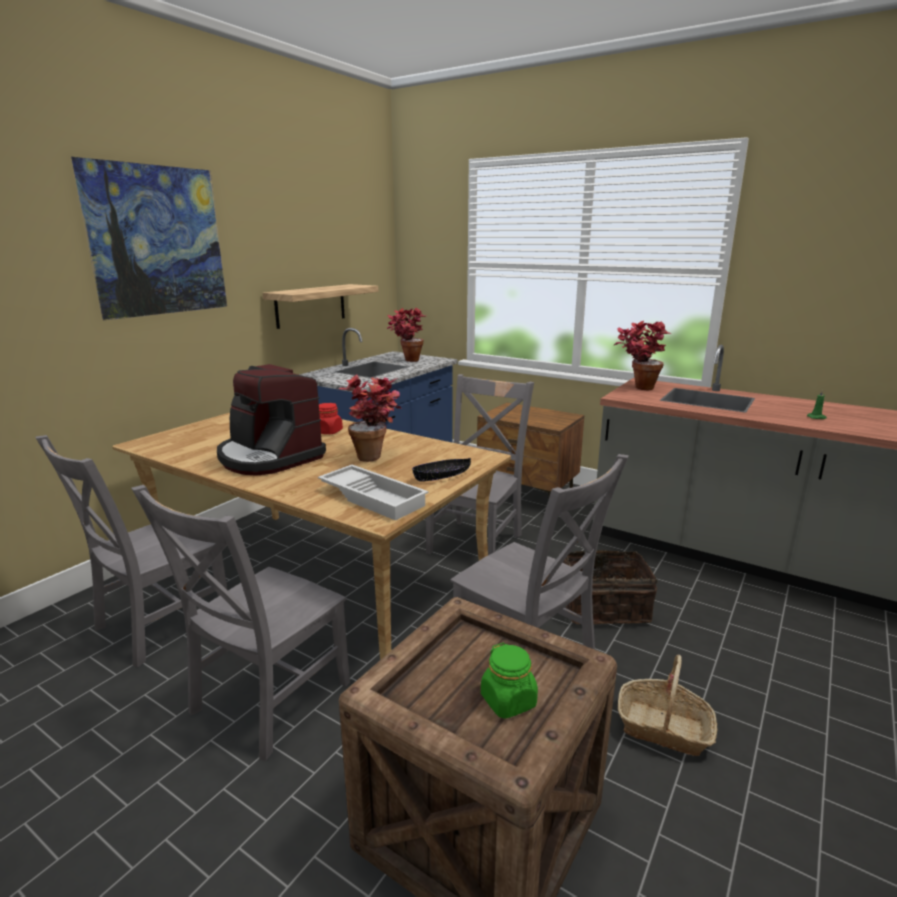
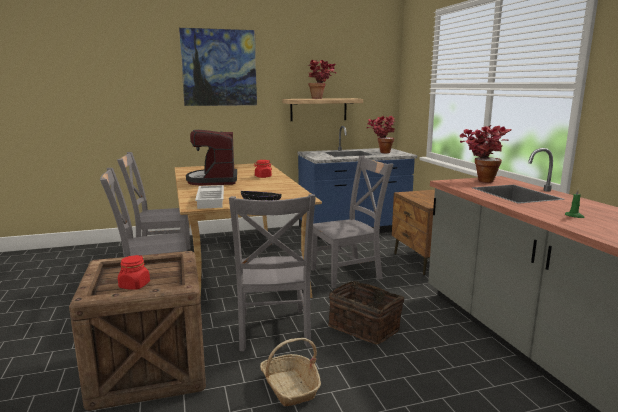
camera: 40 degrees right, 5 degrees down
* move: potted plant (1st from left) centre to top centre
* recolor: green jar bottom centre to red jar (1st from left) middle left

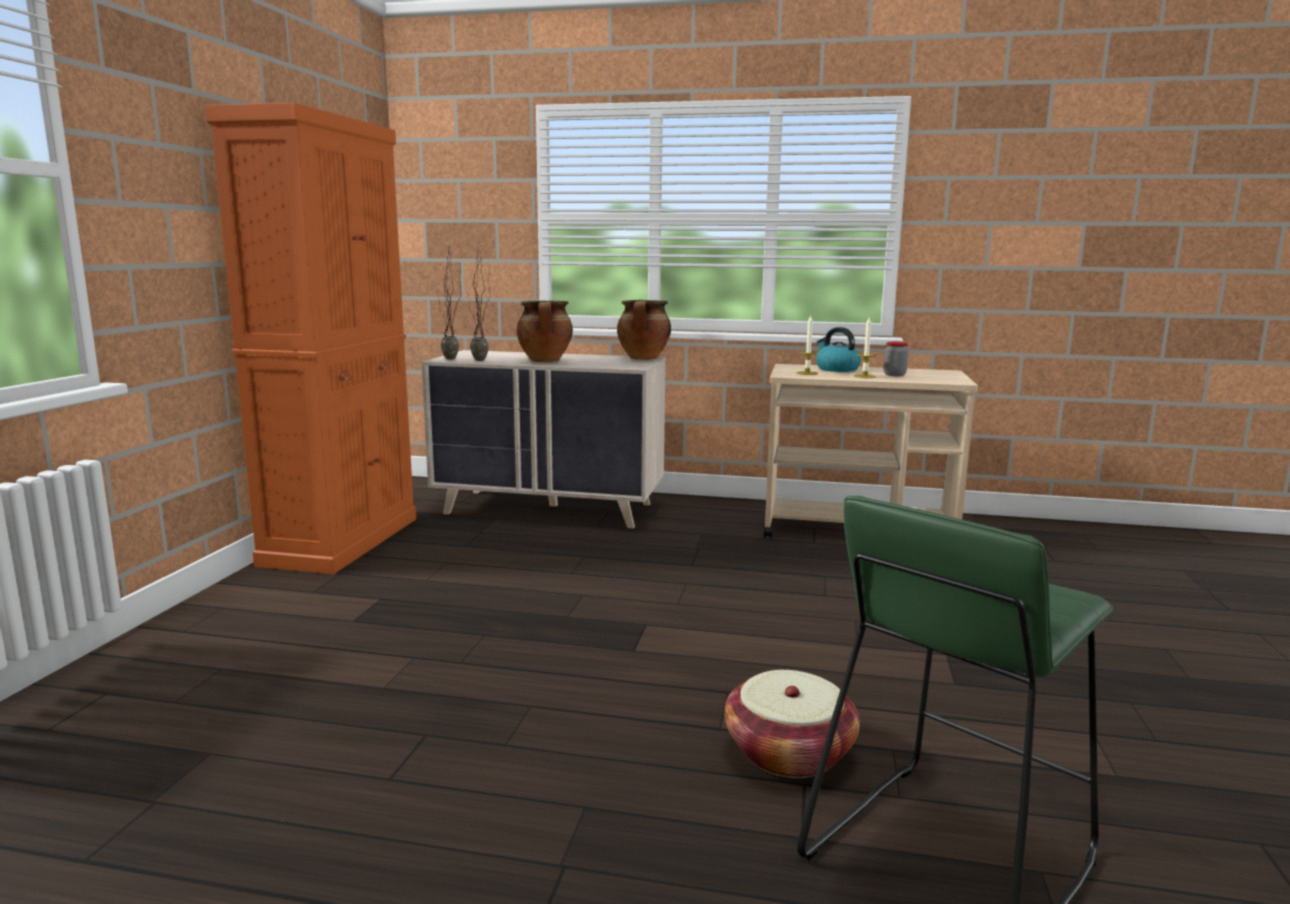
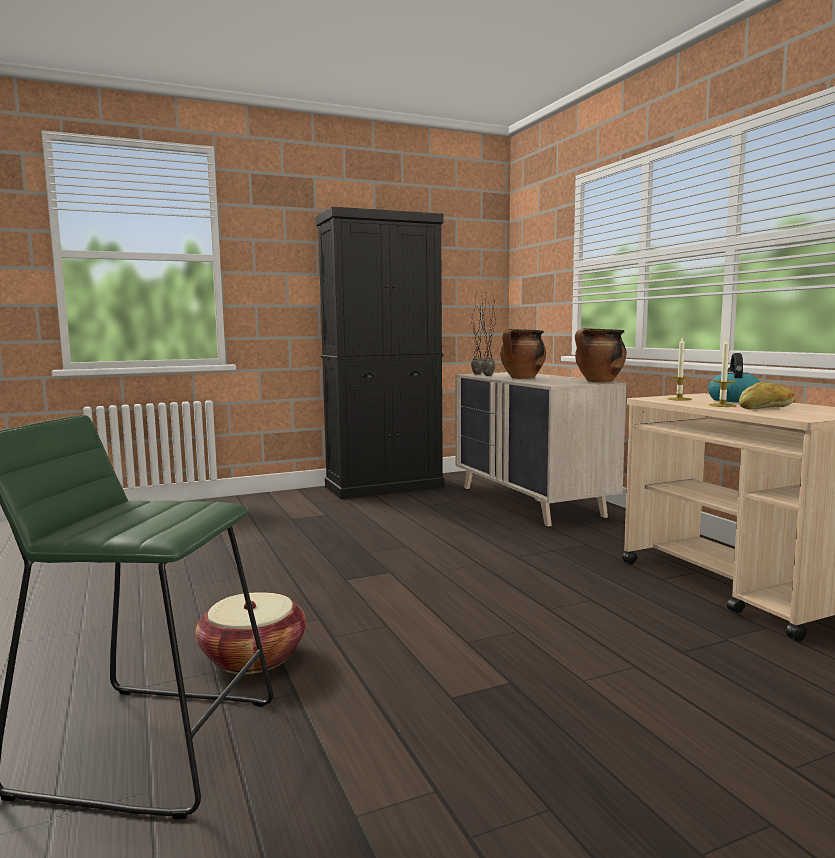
camera: 55 degrees right, 5 degrees down
* recolor: orange cabinet middle left to black cabinet centre
* replace: jar middle right to bread middle right

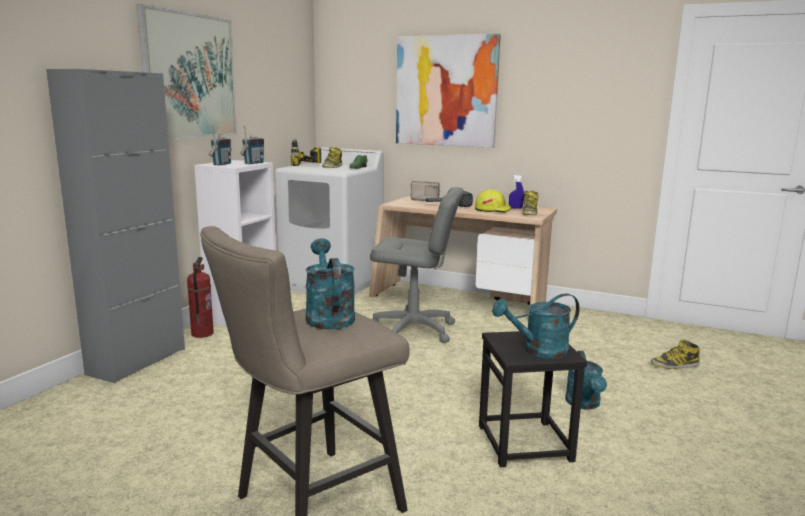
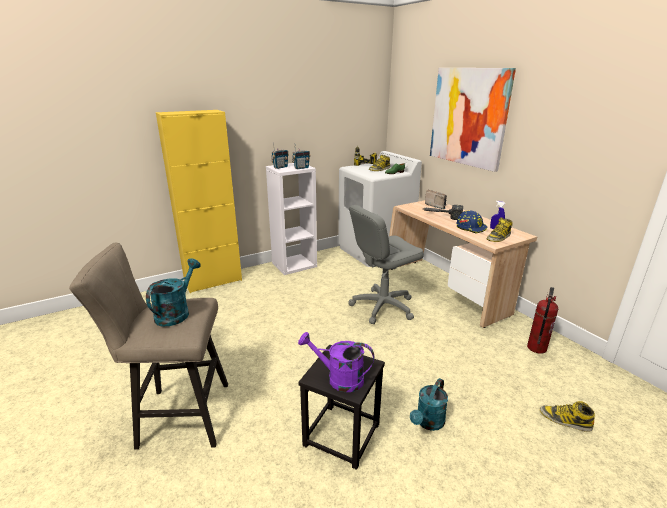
camera: 35 degrees right, 10 degrees up
* delete: picture (1st from left) top left
* recolor: grey cabinet middle left to yellow cabinet middle left
* rotate: grey office chair centre = centre 105 degrees clockwise
* recolor: yellow hard hat centre to blue hard hat middle right
* move: fire extinguisher middle left to middle right
* recolor: turquoise watering can (2nd from left) centre to purple watering can bottom centre

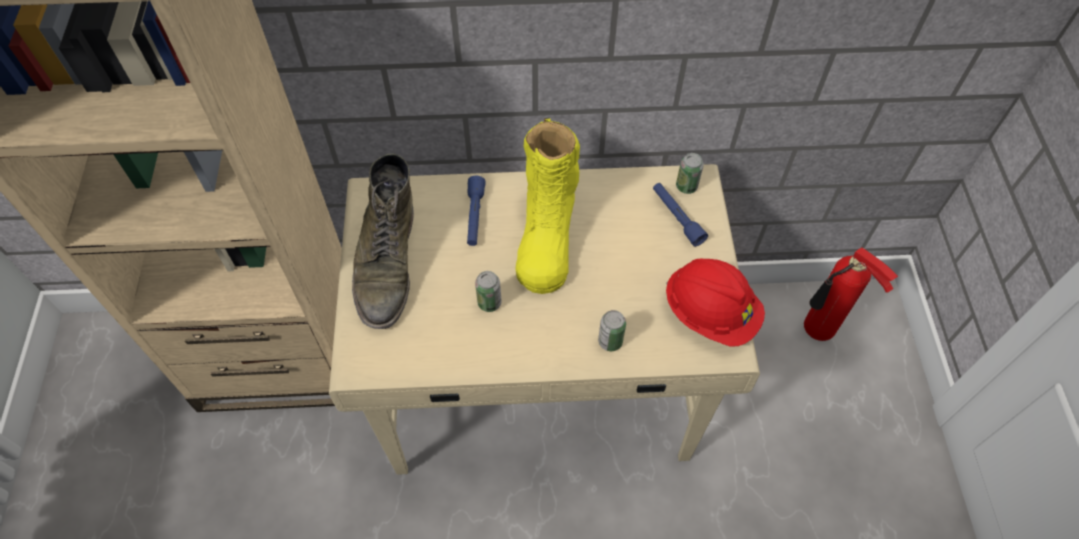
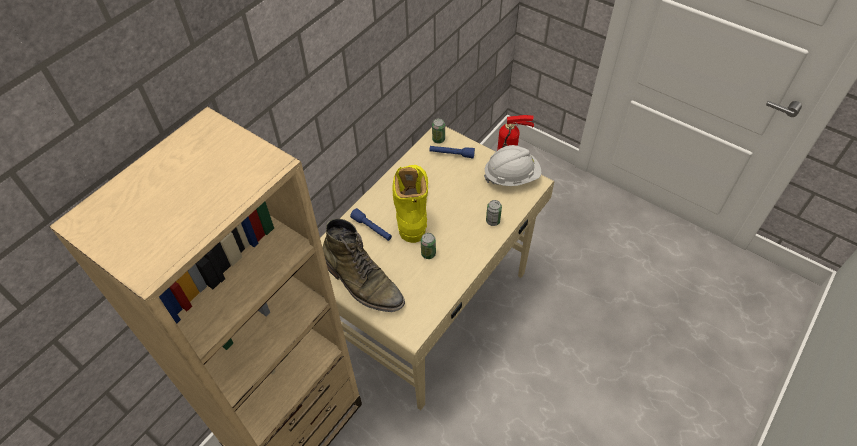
camera: 50 degrees left, 5 degrees down
* rotate: yellow boot centre = centre 135 degrees counterclockwise
* recolor: red hard hat centre to white hard hat centre

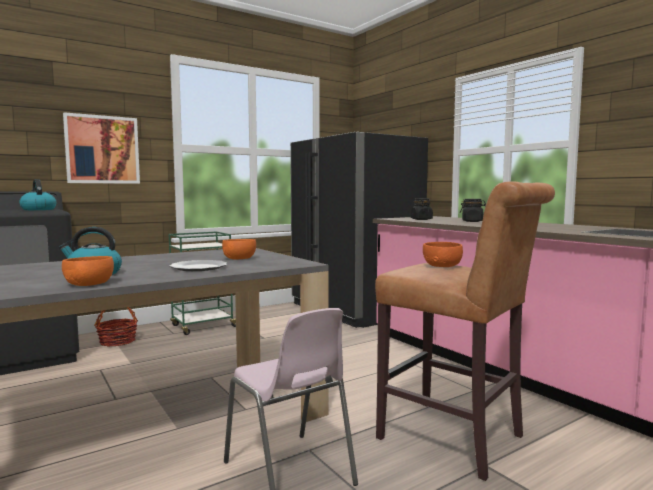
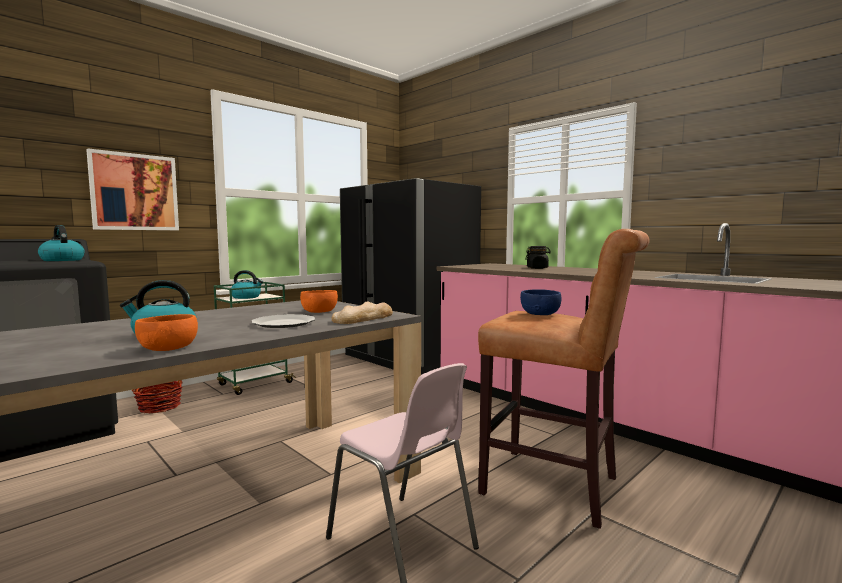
camera: 10 degrees left, 0 degrees up
* delete: black jar (1st from left) centre
* recolor: orange bowl (3rd from left) middle right to blue bowl centre
* insert: kettle (3rd from left) middle left
* insert: bread centre

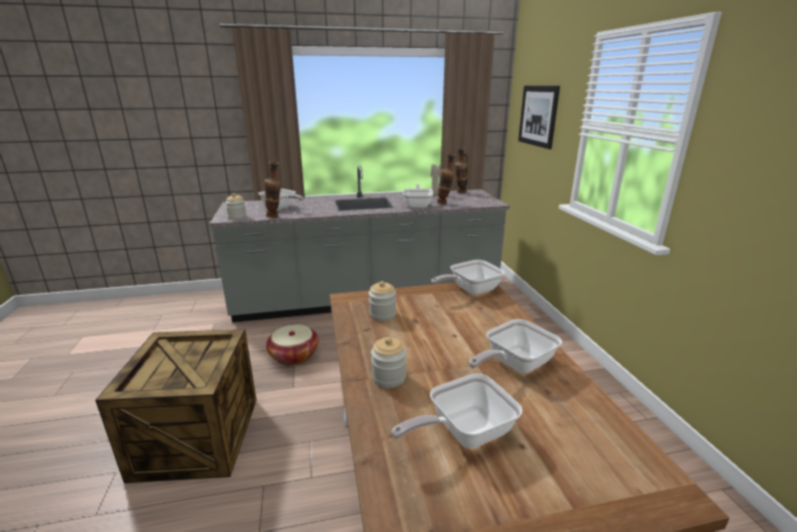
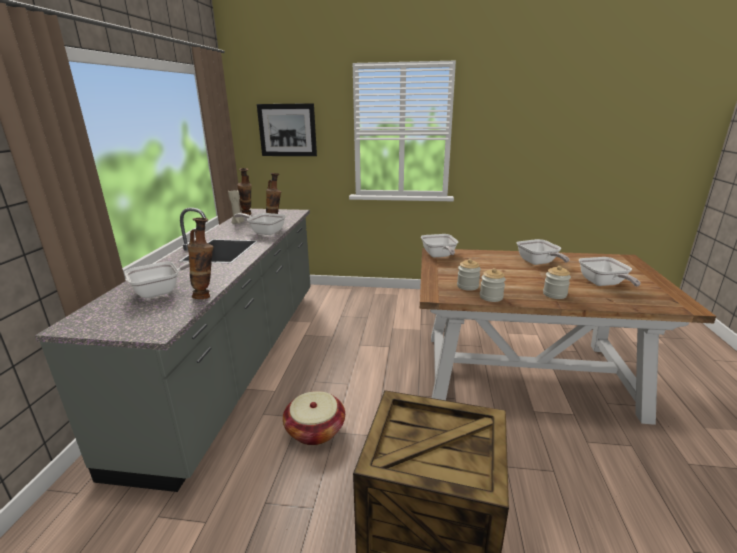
camera: 70 degrees left, 0 degrees up
* move: jar (1st from left in the first image) middle left to jar (2nd from left) middle right

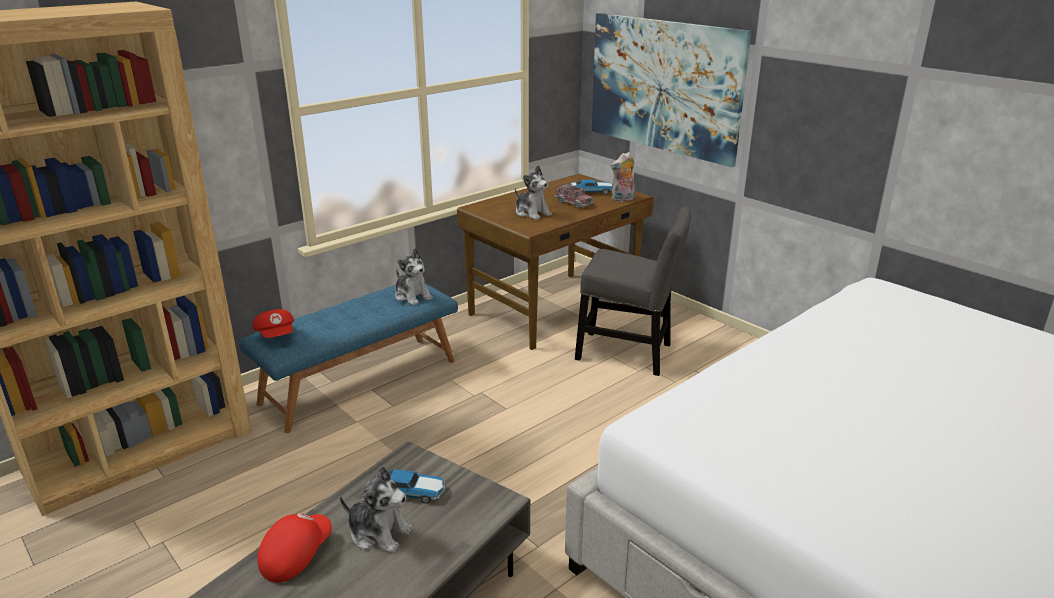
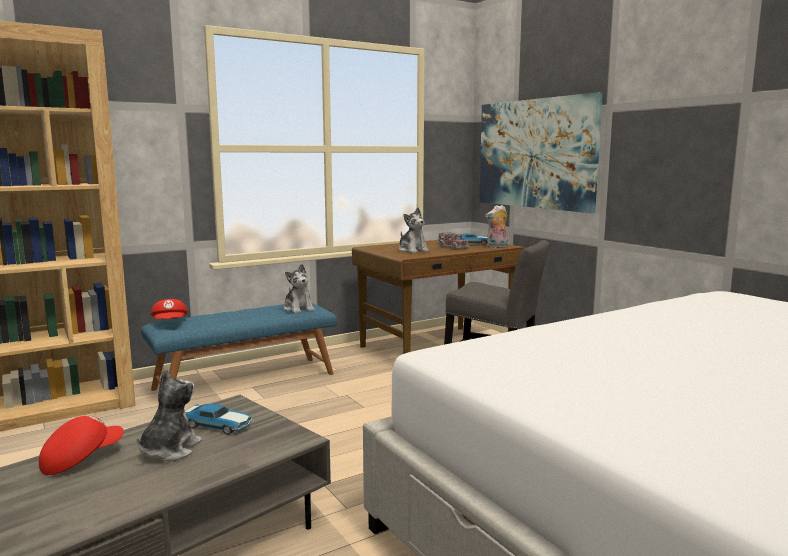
camera: 10 degrees right, 15 degrees down
* rotate: plush toy (1st from left) bottom centre = bottom left 105 degrees counterclockwise

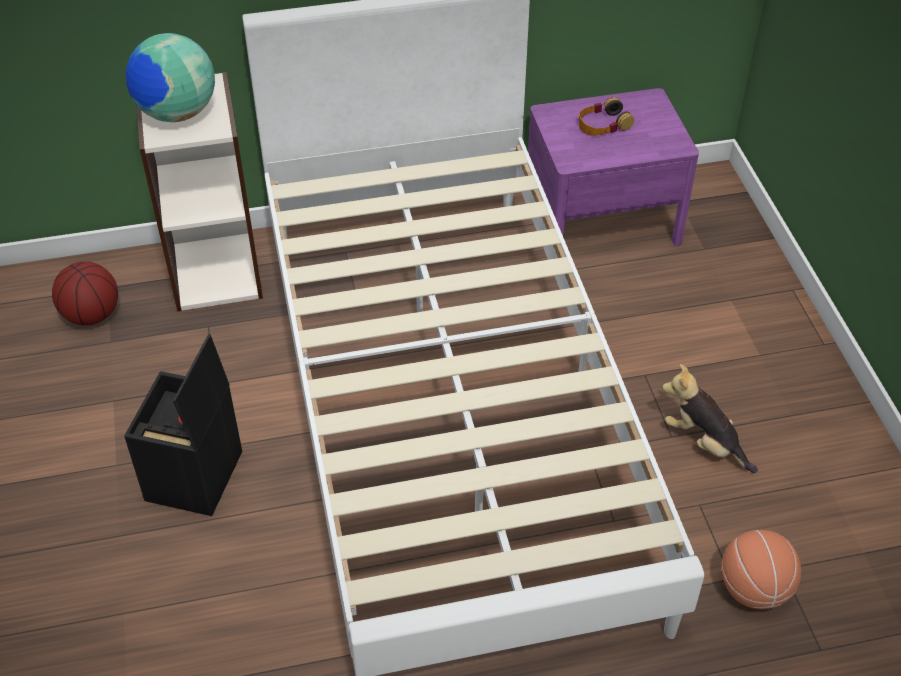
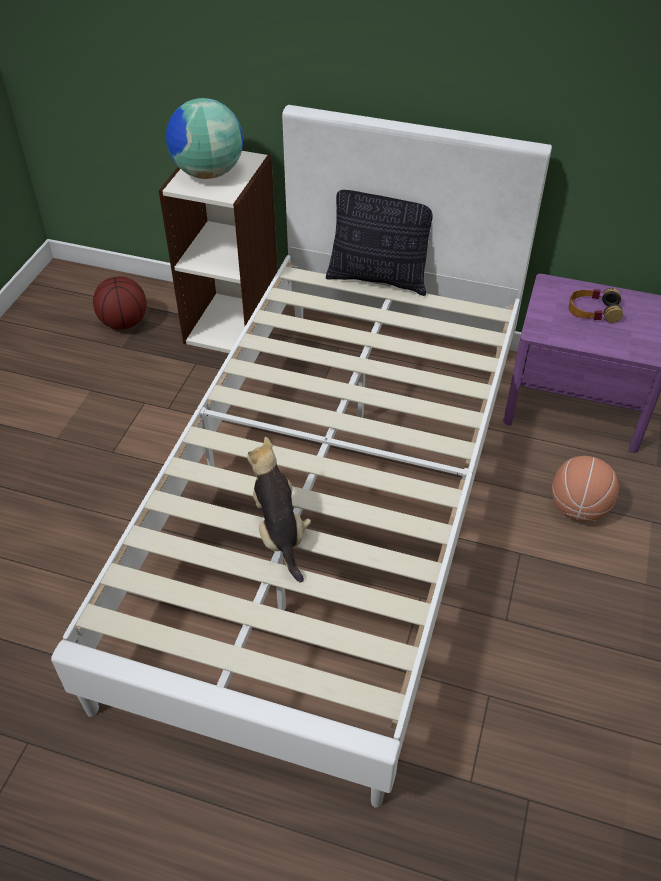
camera: 30 degrees right, 0 degrees up
* delete: black storage box middle left
* move: plush toy middle right to centre
* move: basketball (2nd from left) bottom right to middle right
* insert: pillow top centre

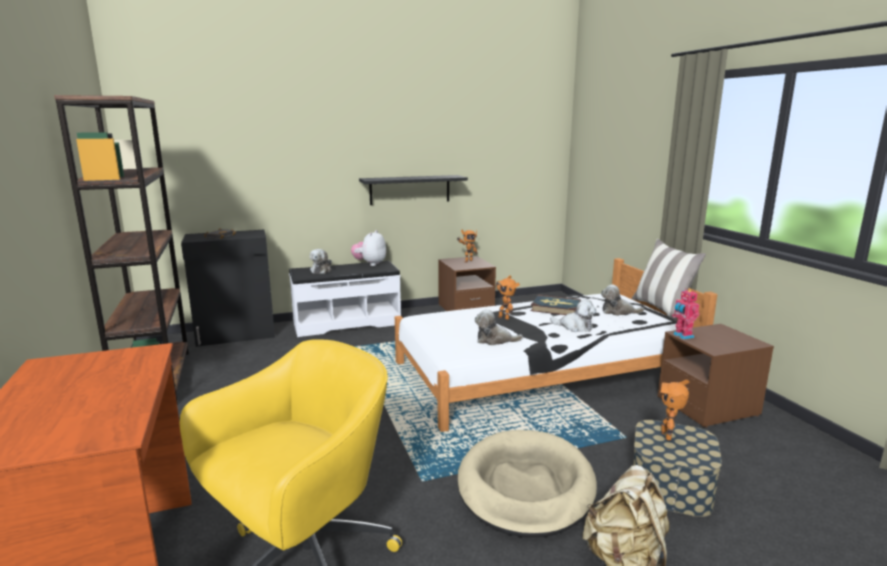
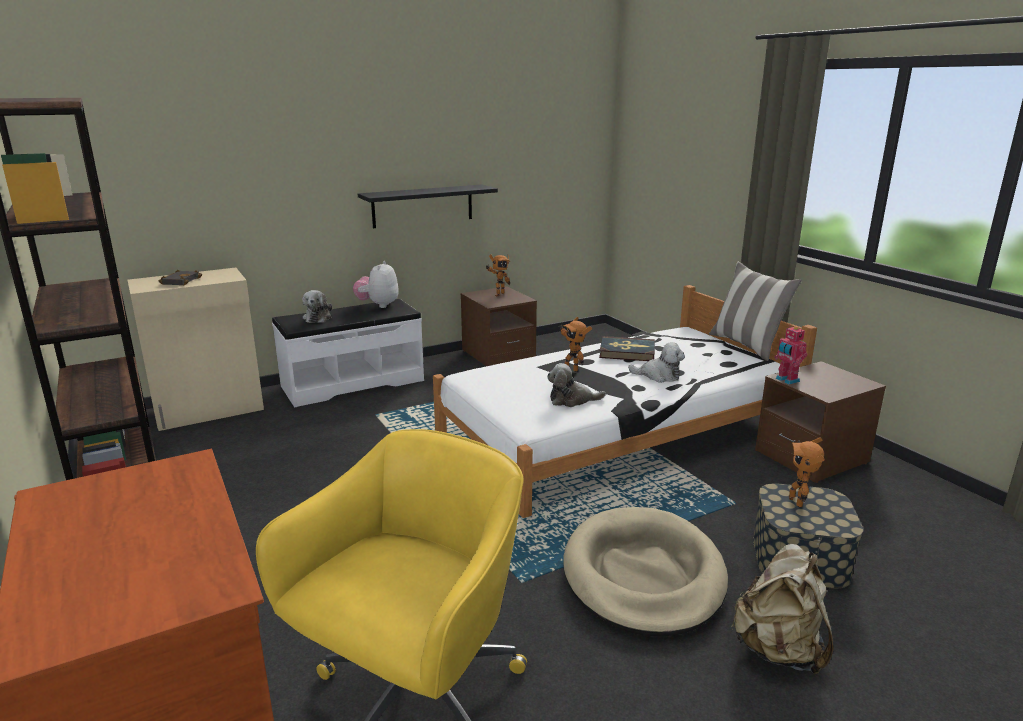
camera: 10 degrees left, 5 degrees up
* recolor: black cabinet middle left to beige cabinet middle left
* delete: plush toy (5th from left) middle right

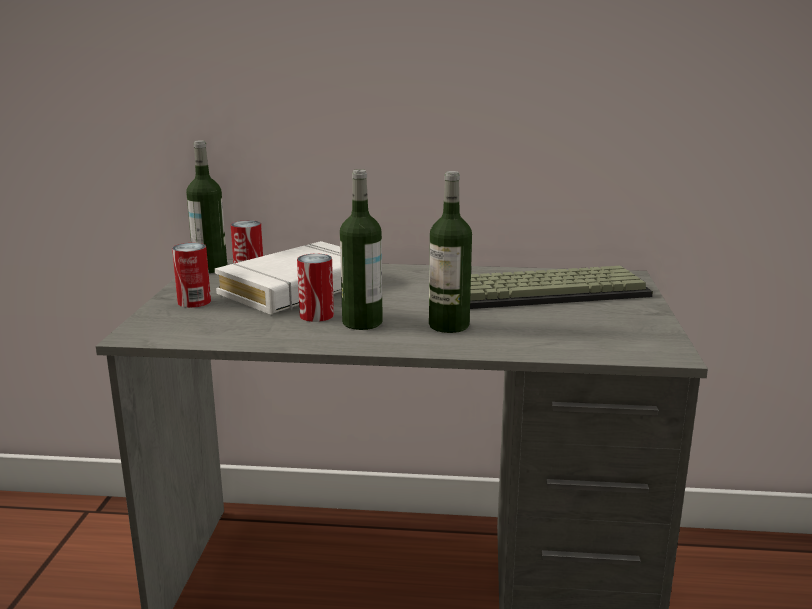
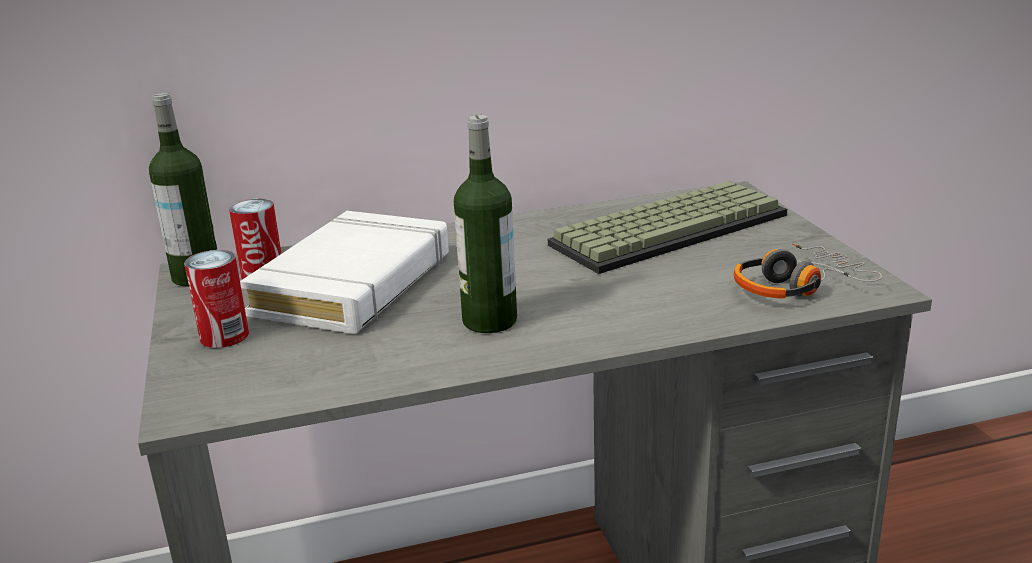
camera: 20 degrees left, 5 degrees up
* delete: bottle (3rd from left) centre
* delete: can (3rd from left) centre
* insert: headphones middle right

